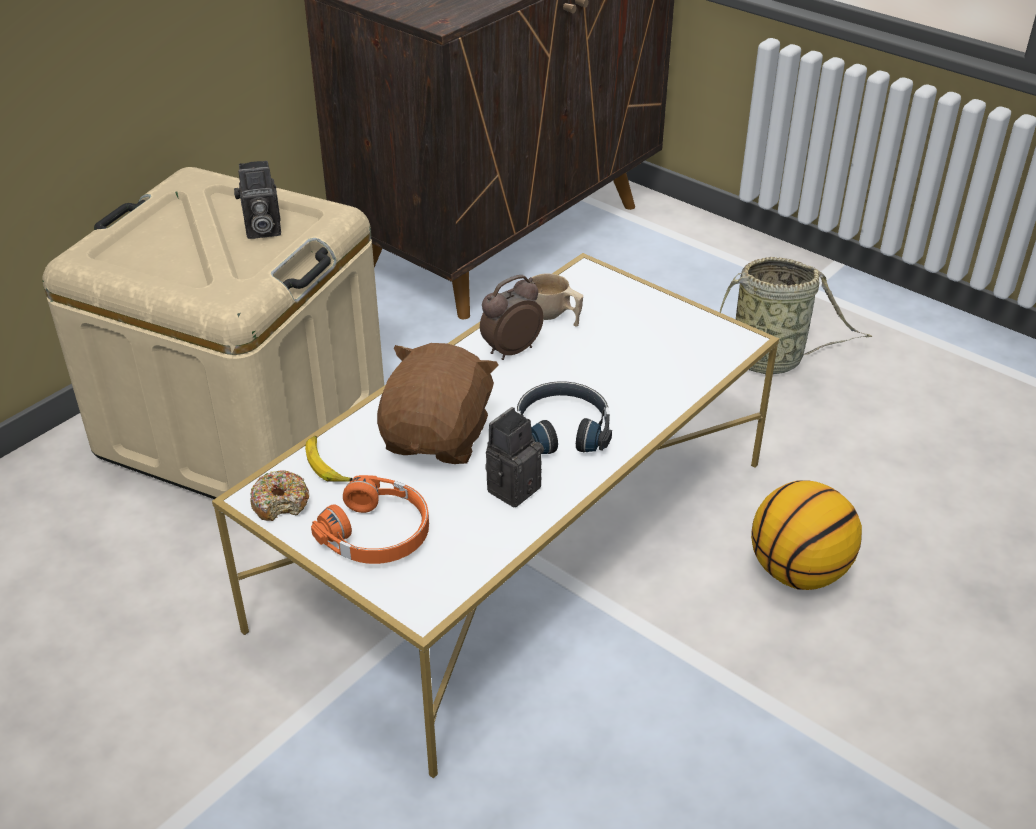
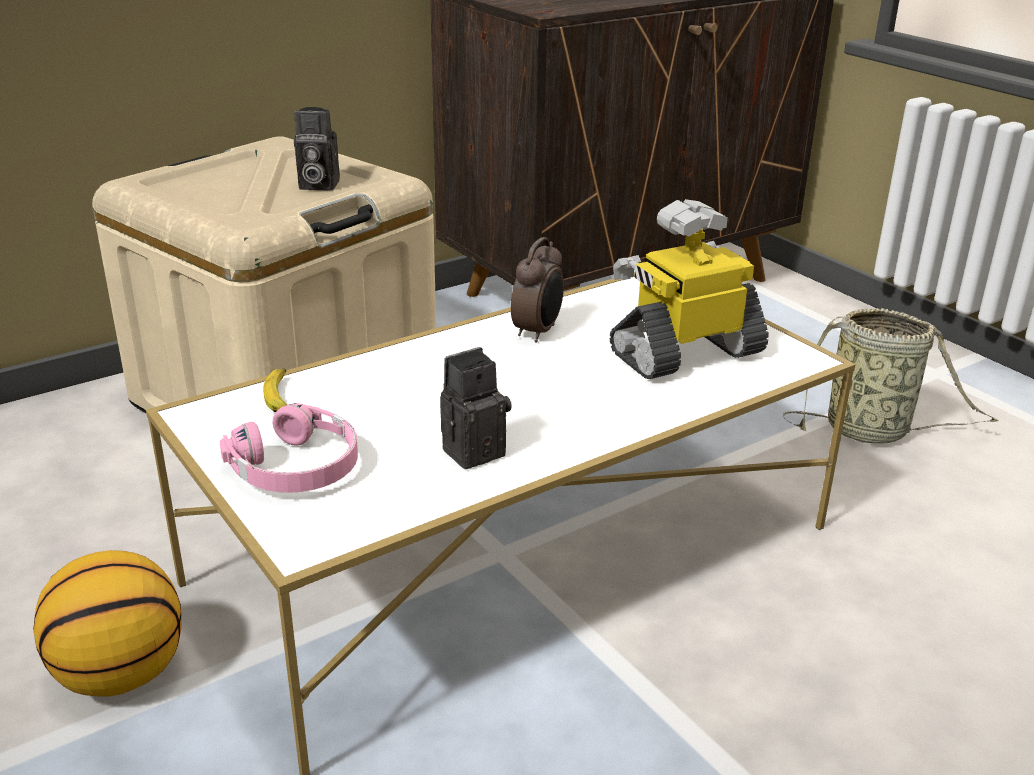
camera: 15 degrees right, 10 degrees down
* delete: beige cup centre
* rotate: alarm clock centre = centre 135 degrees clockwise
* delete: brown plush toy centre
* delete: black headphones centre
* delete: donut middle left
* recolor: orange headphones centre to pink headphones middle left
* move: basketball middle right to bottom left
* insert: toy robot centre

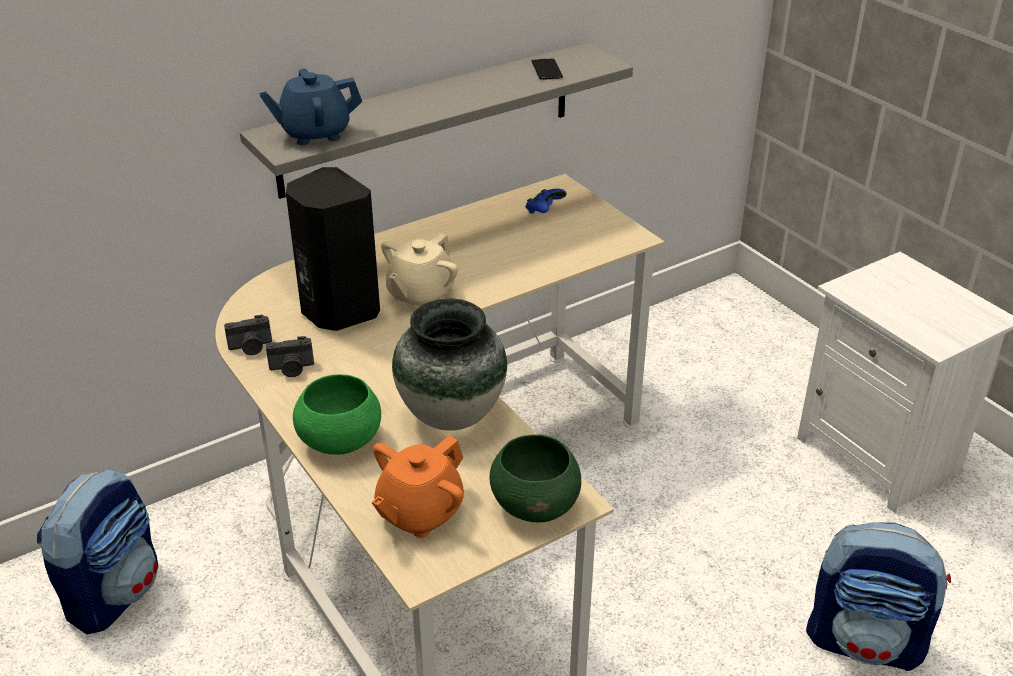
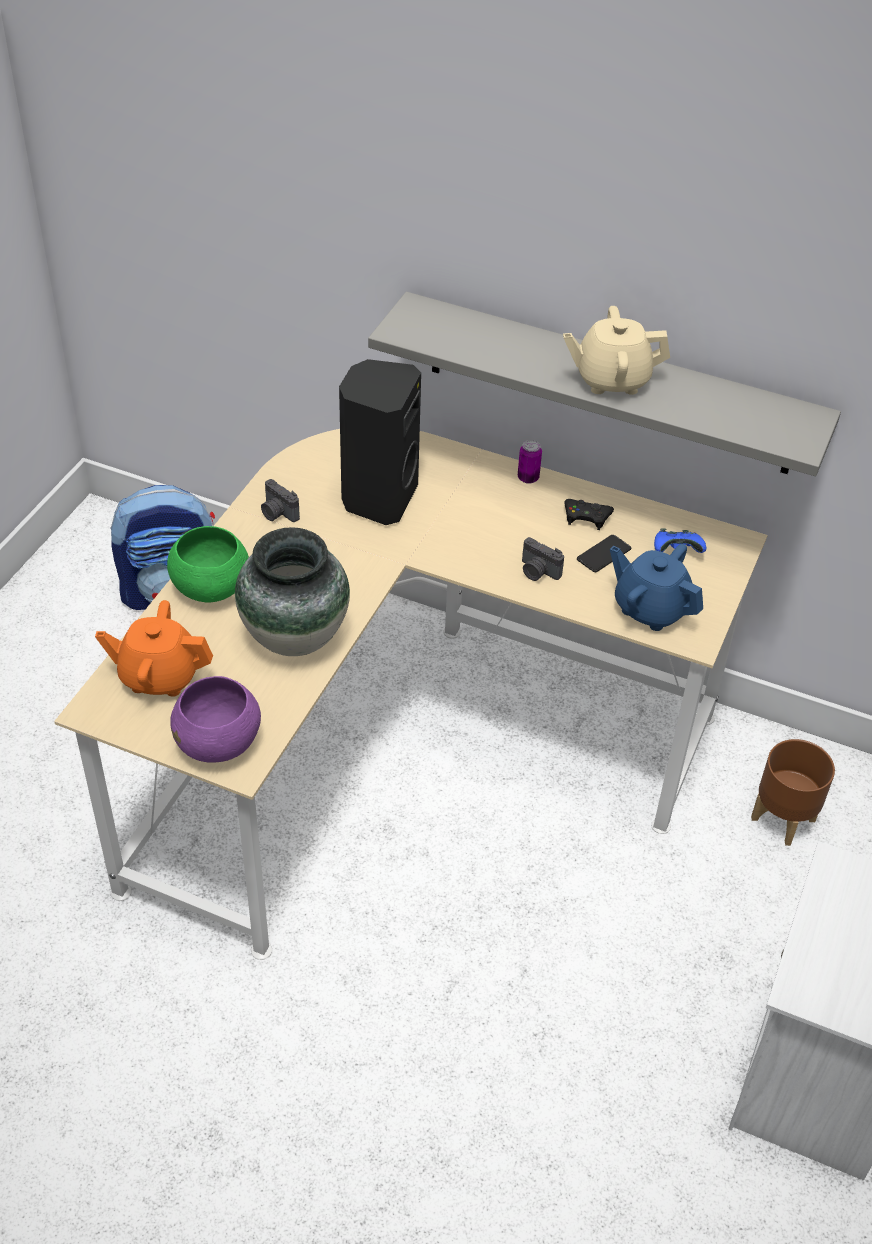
camera: 55 degrees right, 10 degrees up
* move: phone top centre to middle right
* move: blue teapot top left to middle right
* move: beige teapot centre to top right
* move: photo camera (1st from left in the first image) middle left to photo camera (2nd from left) centre
* recolor: green bowl (2nd from left) bottom centre to purple bowl middle left
* delete: backpack (2nd from left) bottom right
* insert: can centre
* insert: black game controller middle right
* insert: brown planter middle right

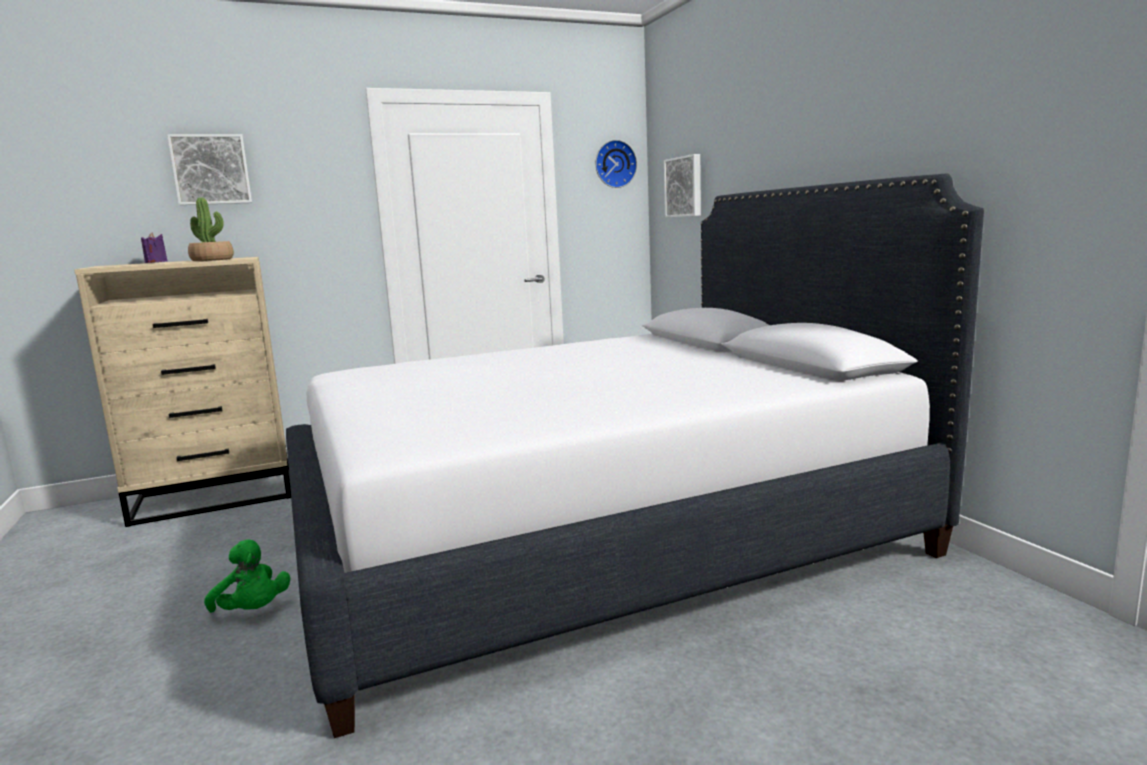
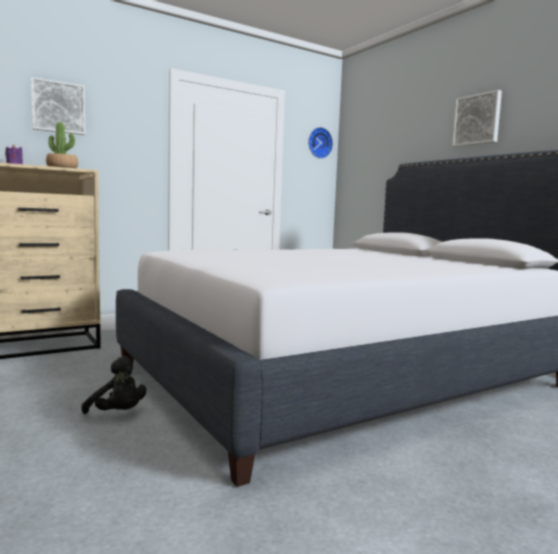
camera: 10 degrees left, 5 degrees down
* move: picture (2nd from left) top centre to top right
* recolor: green plush toy bottom left to black plush toy bottom left

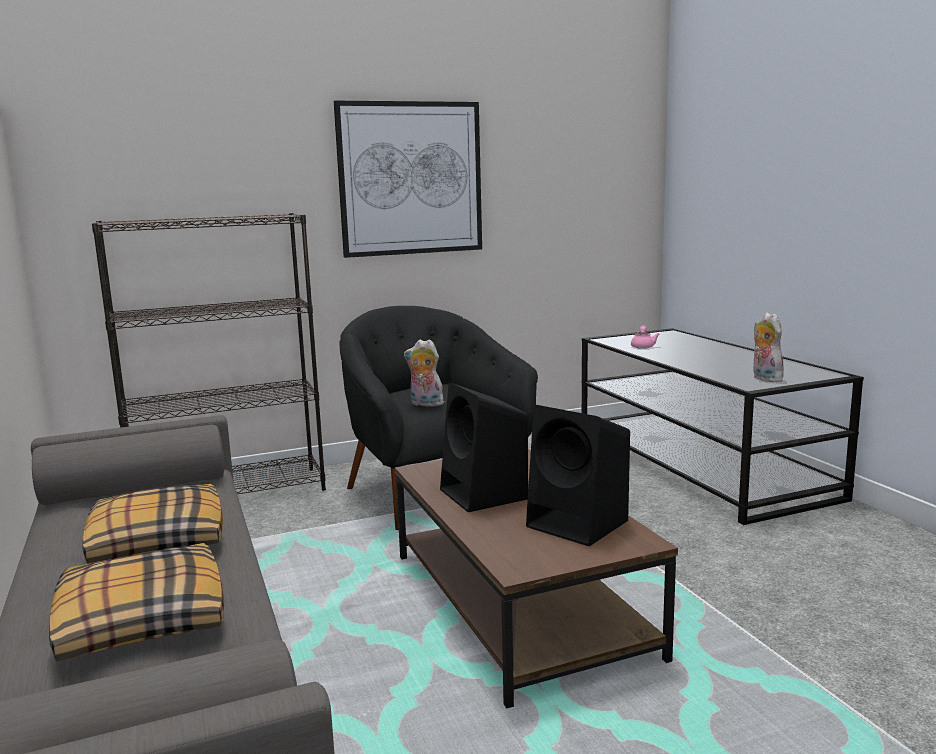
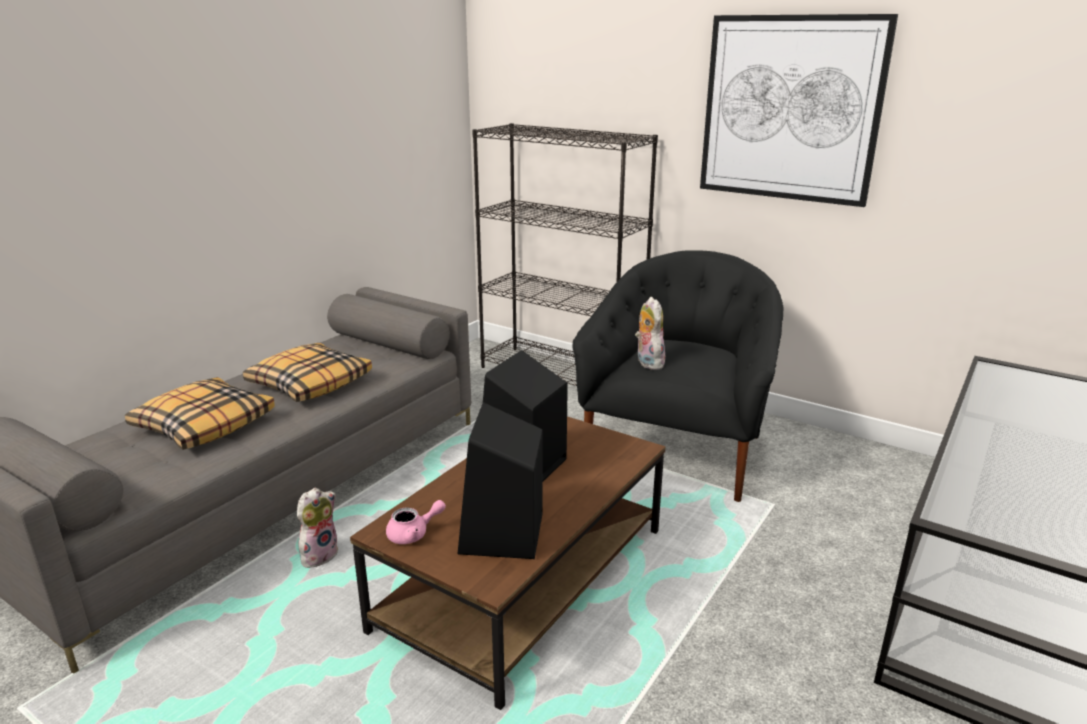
camera: 55 degrees right, 10 degrees up
* move: plush toy (2nd from left in the first image) middle right to plush toy (1st from left) bottom left
* move: pink teapot middle right to bottom centre

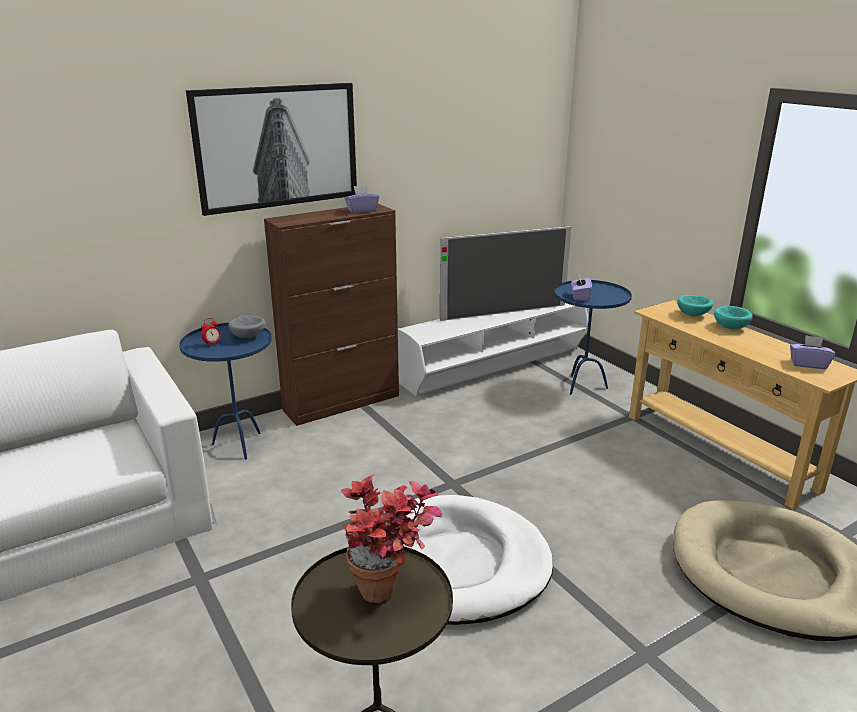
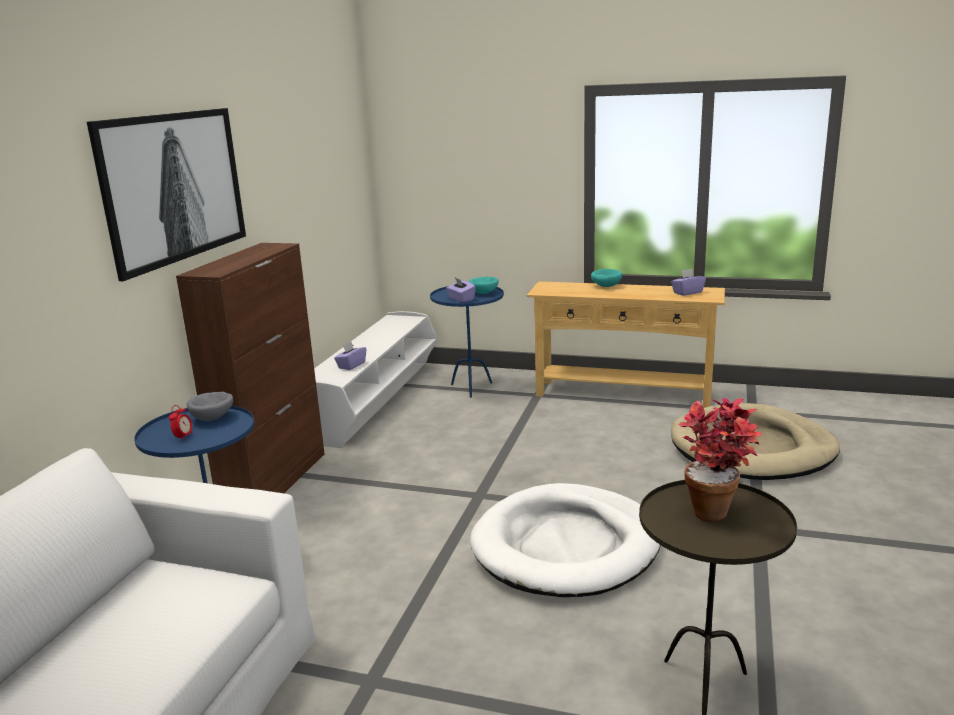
camera: 40 degrees left, 5 degrees down
* move: purple tissue box (1st from left) top centre to centre
* delete: television centre
* move: turquoise bowl (1st from left) middle right to centre

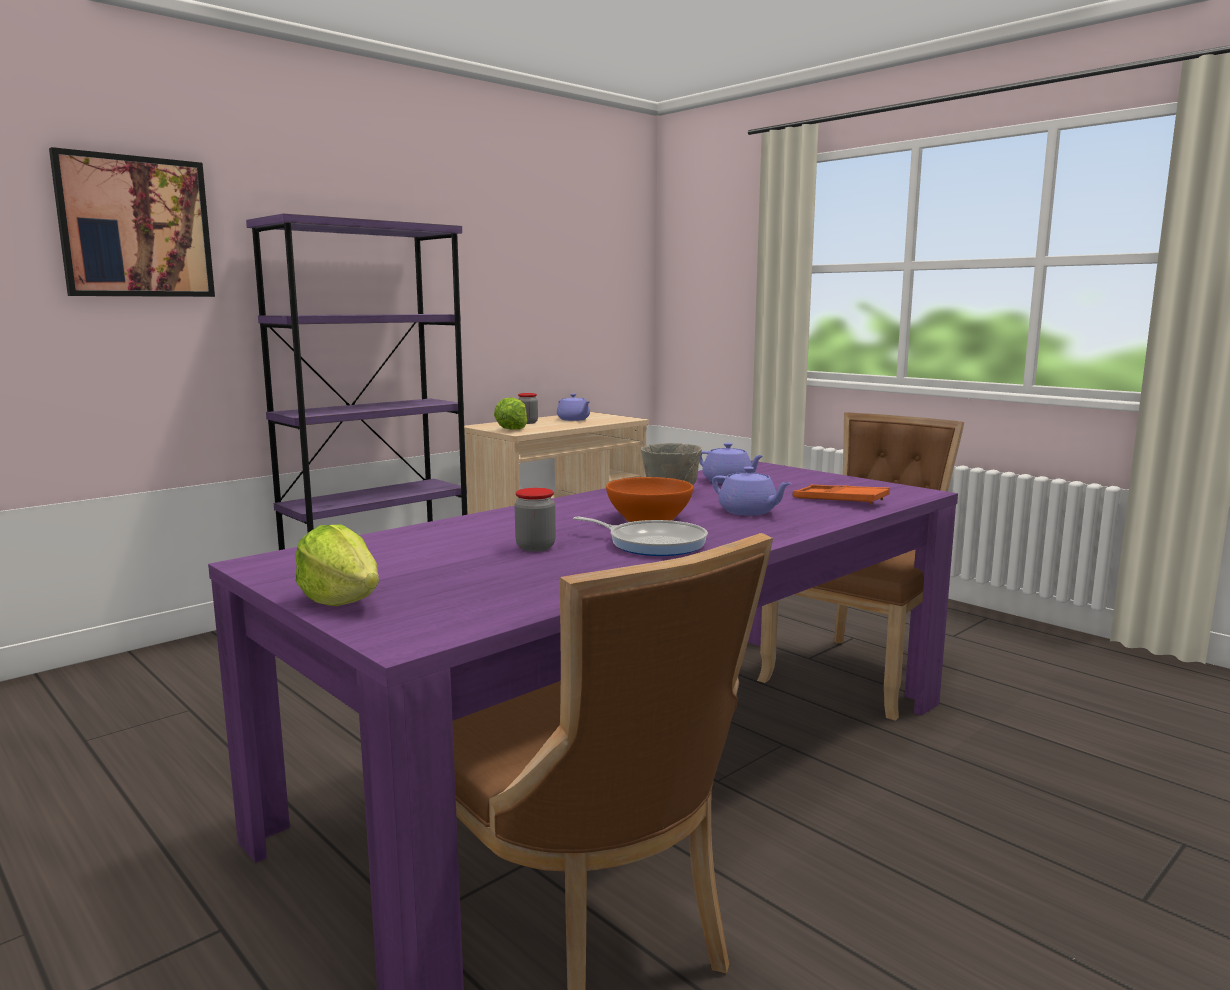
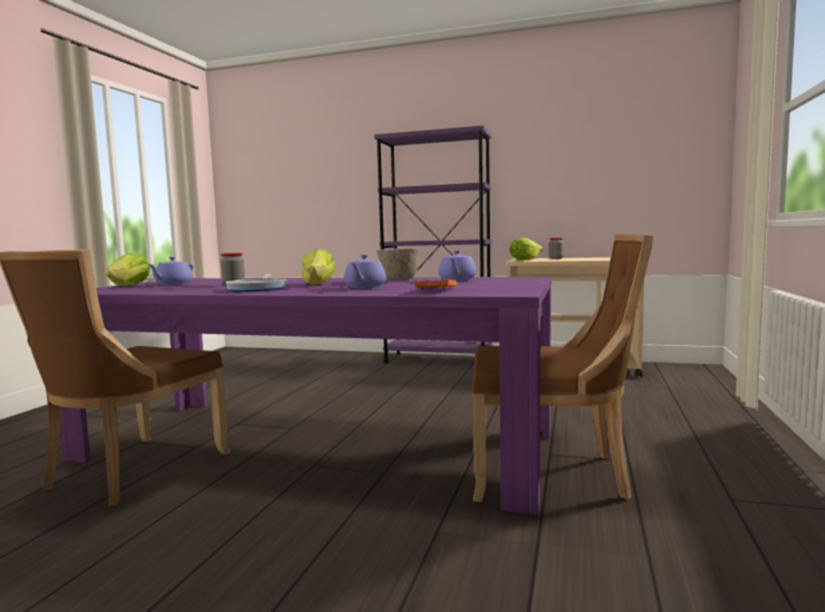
camera: 60 degrees right, 5 degrees down
* delete: picture top left
* move: purple teapot (1st from left) centre to middle left
* replace: orange bowl centre to lettuce (2nd from left) centre

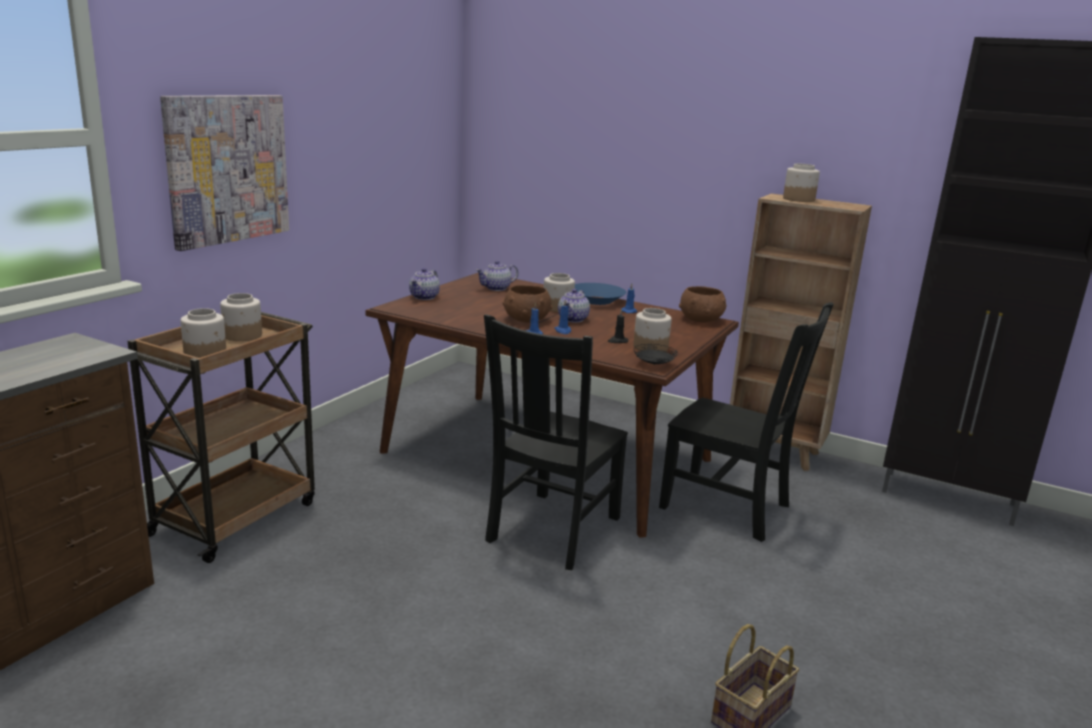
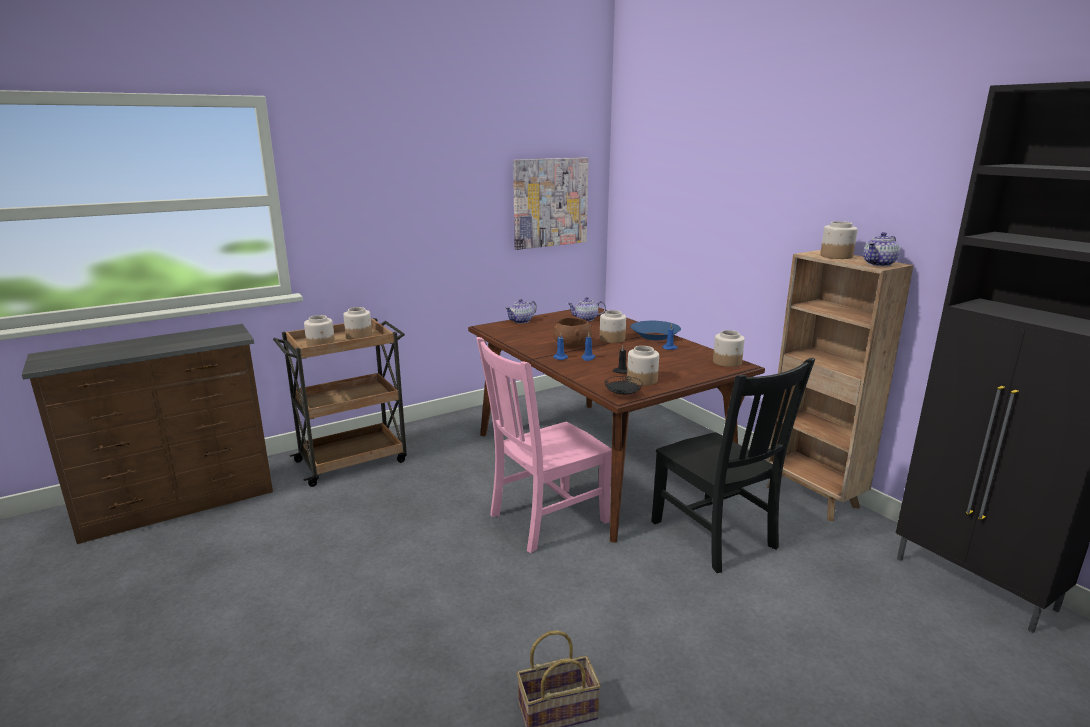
camera: 30 degrees right, 0 degrees up
* move: picture top left to top centre
* replace: brown bowl (2nd from left) centre to jar (5th from left) middle right
* move: teapot (3rd from left) centre to middle right
* recolor: black chair (1st from left) centre to pink chair centre

